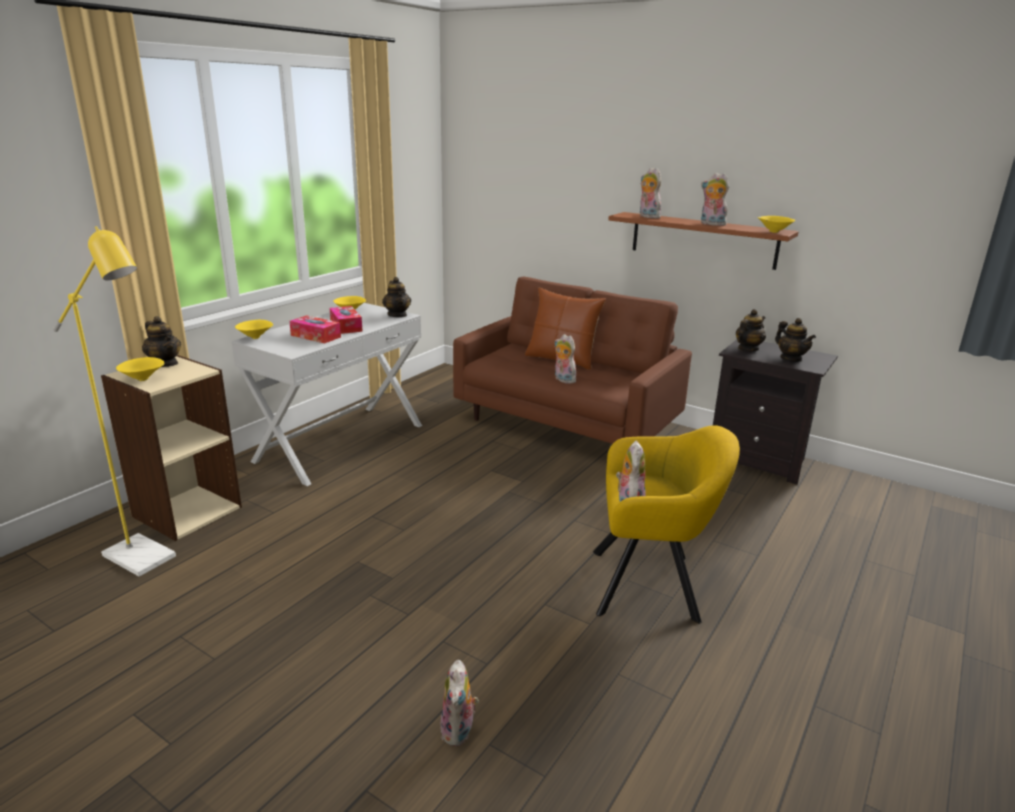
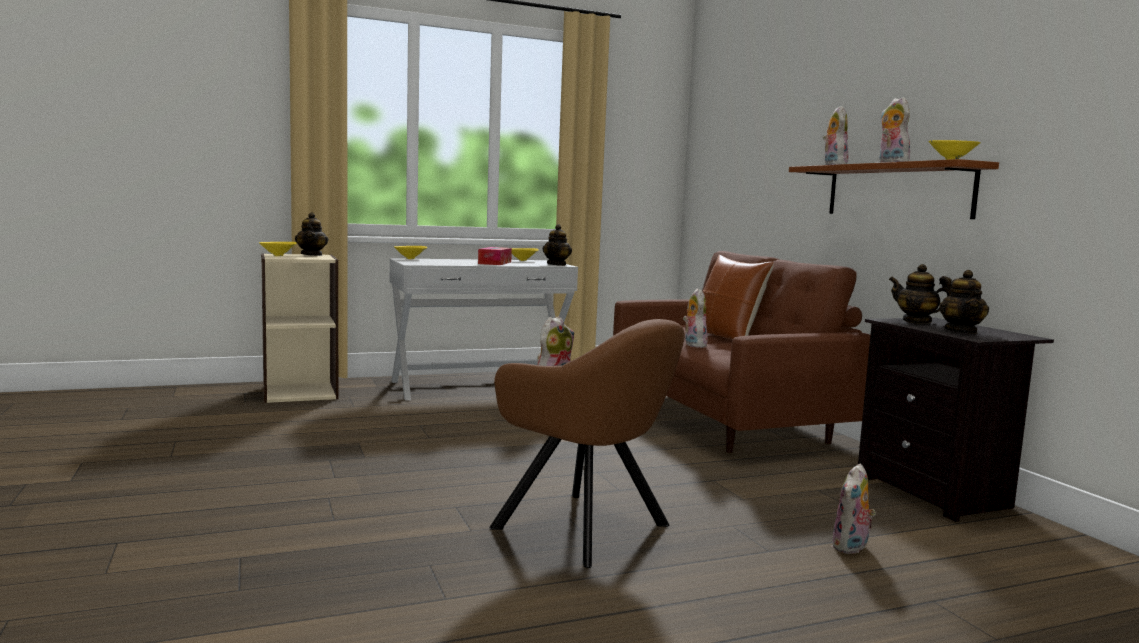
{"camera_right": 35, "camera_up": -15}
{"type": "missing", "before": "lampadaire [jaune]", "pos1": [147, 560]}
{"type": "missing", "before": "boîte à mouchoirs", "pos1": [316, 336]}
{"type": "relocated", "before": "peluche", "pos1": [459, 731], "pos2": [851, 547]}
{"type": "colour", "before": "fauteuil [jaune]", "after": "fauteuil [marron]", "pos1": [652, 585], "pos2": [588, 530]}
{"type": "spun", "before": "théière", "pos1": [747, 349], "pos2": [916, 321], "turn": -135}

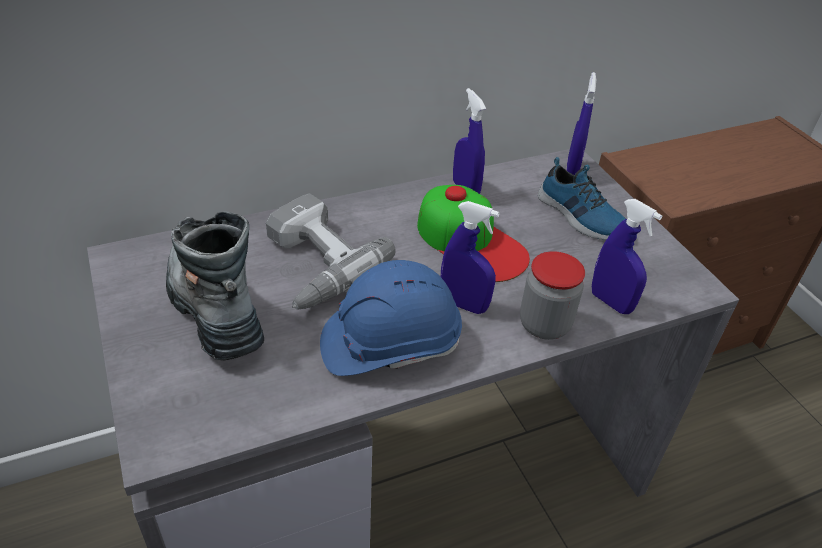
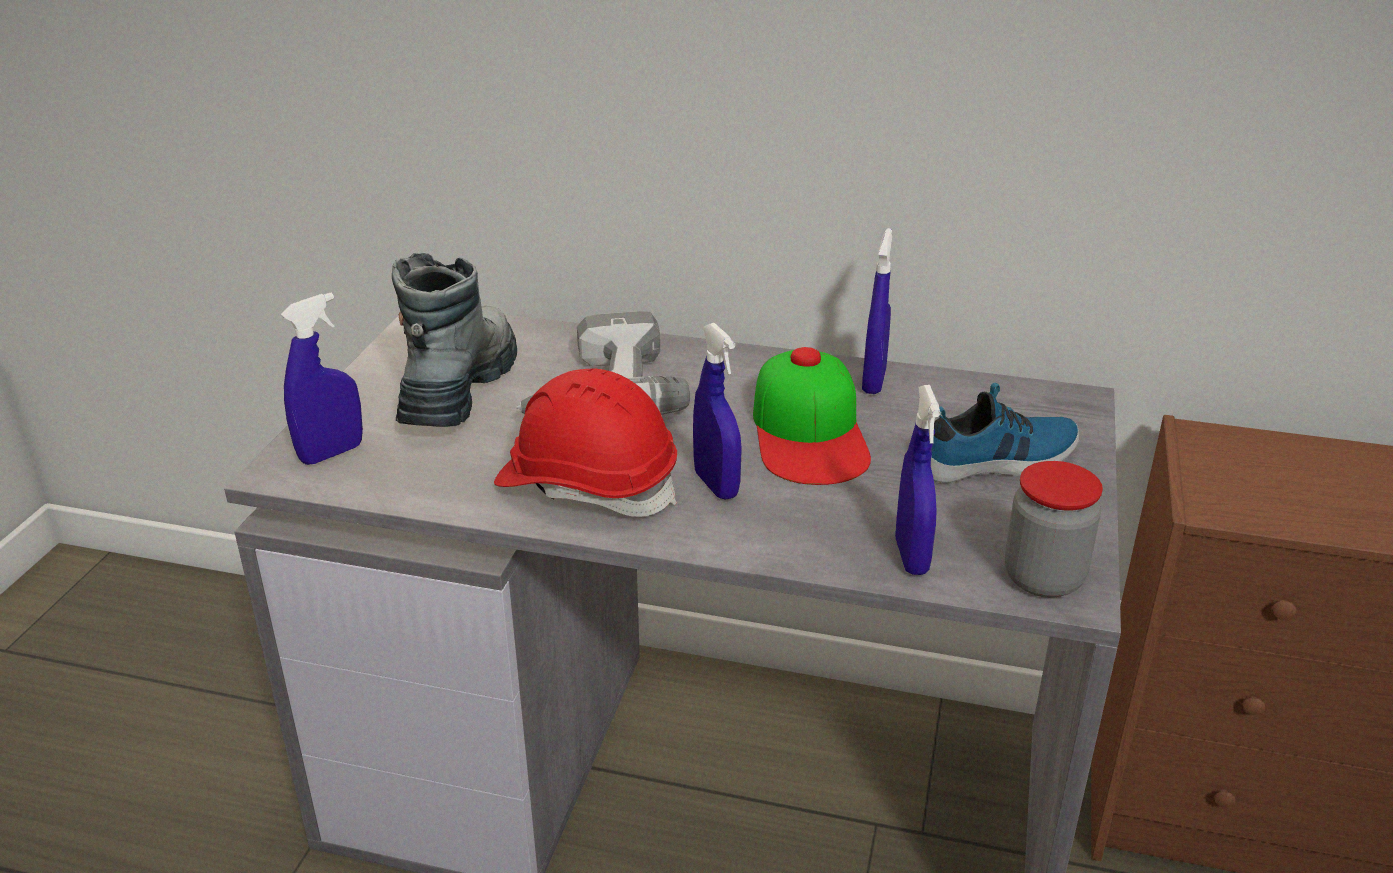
{"camera_right": 40, "camera_up": -10}
{"type": "colour", "before": "casque de chantier [bleu]", "after": "casque de chantier [rouge]", "pos1": [389, 343], "pos2": [587, 485]}
{"type": "relocated", "before": "bocal", "pos1": [544, 325], "pos2": [1043, 578]}
{"type": "spun", "before": "chaussure", "pos1": [581, 217], "pos2": [999, 460], "turn": -105}
{"type": "relocated", "before": "vaporisateur [bleu]", "pos1": [572, 171], "pos2": [331, 453]}

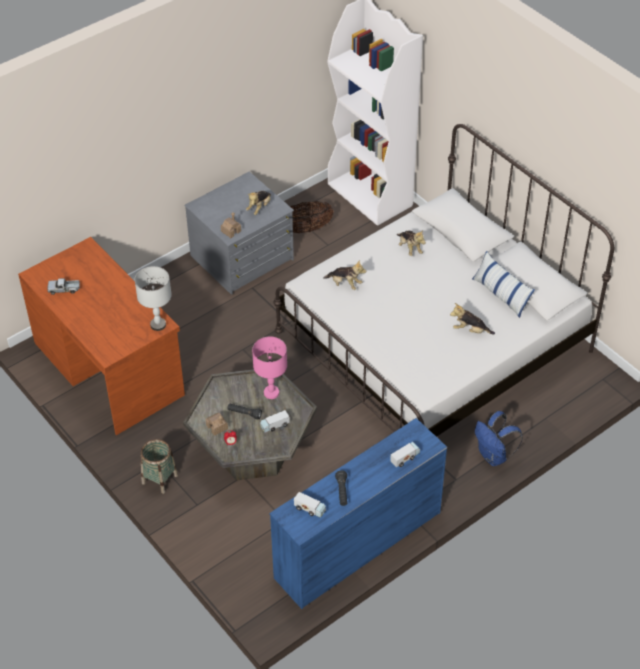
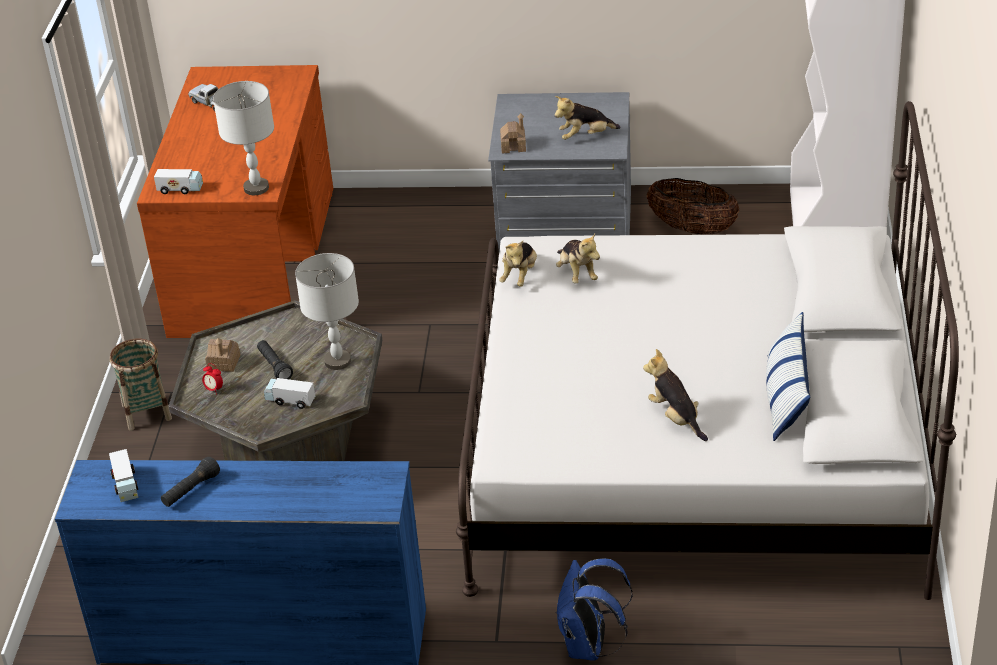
{"camera_right": 45, "camera_up": -10}
{"type": "colour", "before": "lampe de table [rose]", "after": "lampe de table [gris]", "pos1": [271, 393], "pos2": [338, 361]}
{"type": "relocated", "before": "camion jouet", "pos1": [405, 458], "pos2": [180, 189]}
{"type": "relocated", "before": "peluche", "pos1": [409, 248], "pos2": [520, 276]}

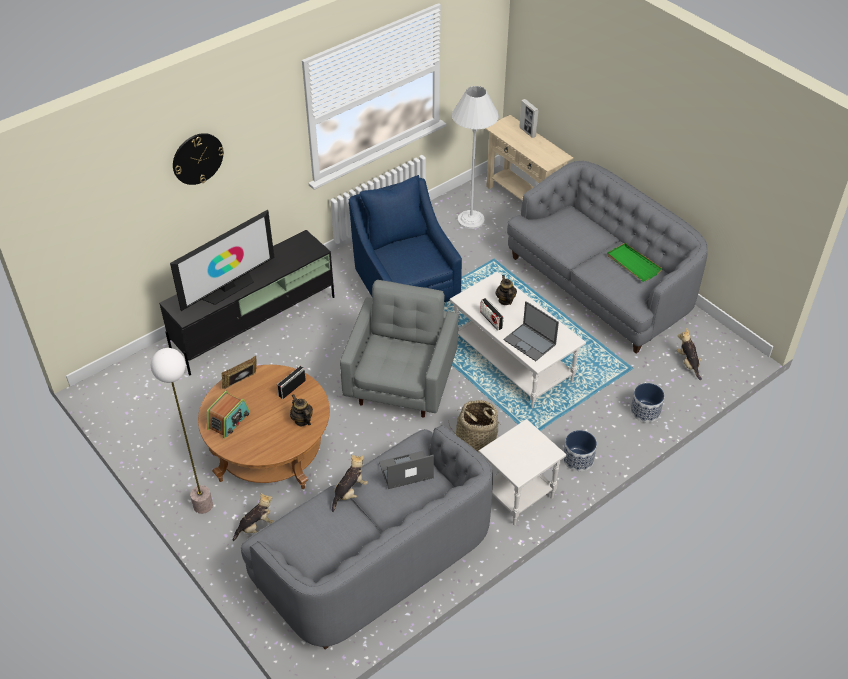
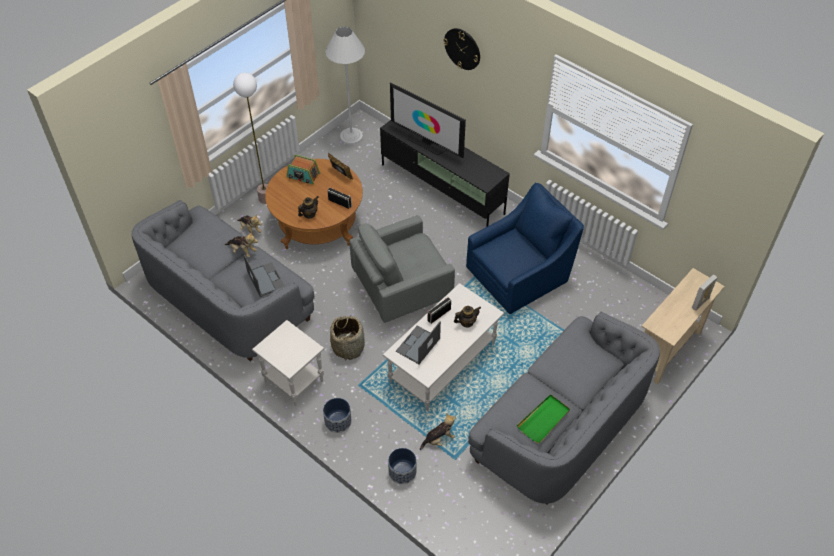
{"camera_right": 80, "camera_up": 5}
{"type": "spun", "before": "fauteuil [gris]", "pos1": [402, 382], "pos2": [401, 290], "turn": 150}
{"type": "relocated", "before": "lampadaire [blanc]", "pos1": [471, 220], "pos2": [351, 136]}
{"type": "relocated", "before": "peluche", "pos1": [688, 363], "pos2": [439, 439]}

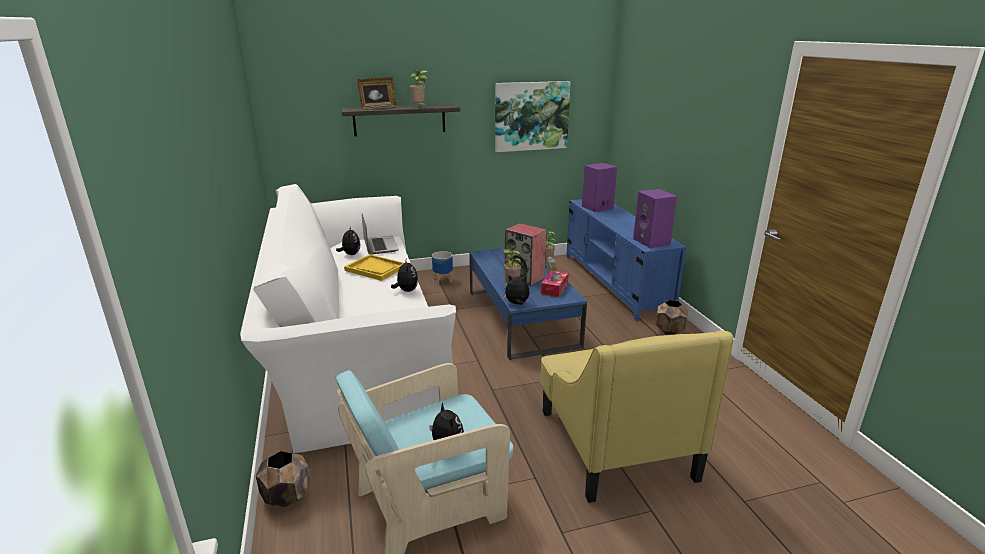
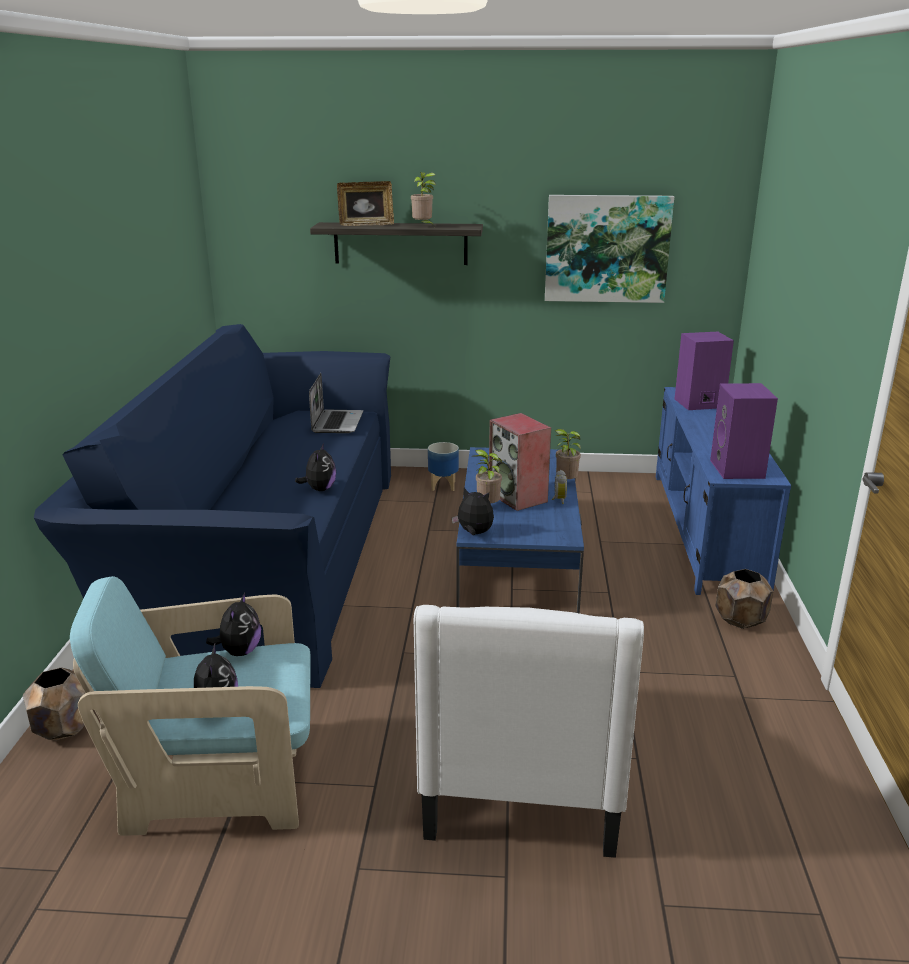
{"camera_right": 20, "camera_up": 0}
{"type": "colour", "before": "canapé [blanc]", "after": "canapé [bleu]", "pos1": [351, 346], "pos2": [261, 557]}
{"type": "relocated", "before": "peluche", "pos1": [350, 254], "pos2": [239, 651]}
{"type": "missing", "before": "plateau [jaune]", "pos1": [375, 269]}
{"type": "colour", "before": "fauteuil [jaune]", "after": "fauteuil [blanc]", "pos1": [614, 443], "pos2": [523, 768]}
{"type": "missing", "before": "boîte à mouchoirs", "pos1": [554, 288]}

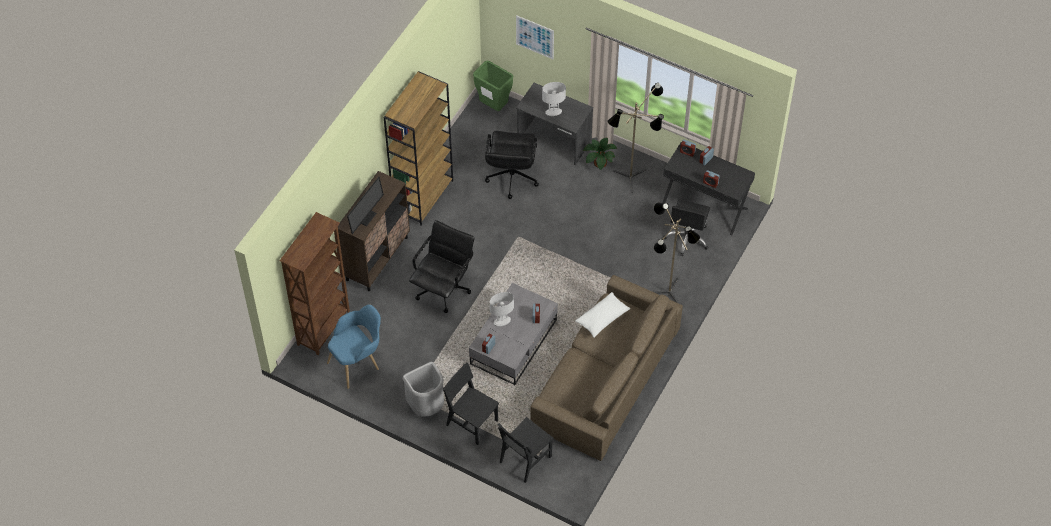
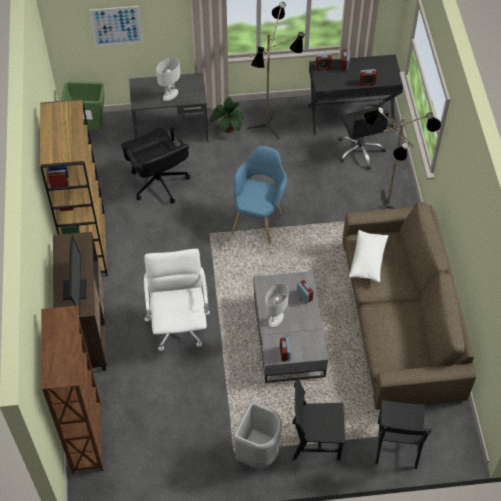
{"camera_right": -35, "camera_up": 0}
{"type": "relocated", "before": "fauteuil [bleu]", "pos1": [358, 362], "pos2": [259, 218]}
{"type": "colour", "before": "chaise de bureau [noir]", "after": "chaise de bureau [blanc]", "pos1": [443, 289], "pos2": [179, 324]}

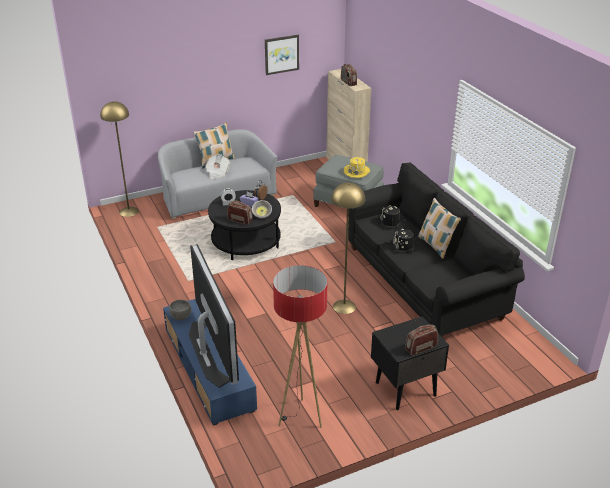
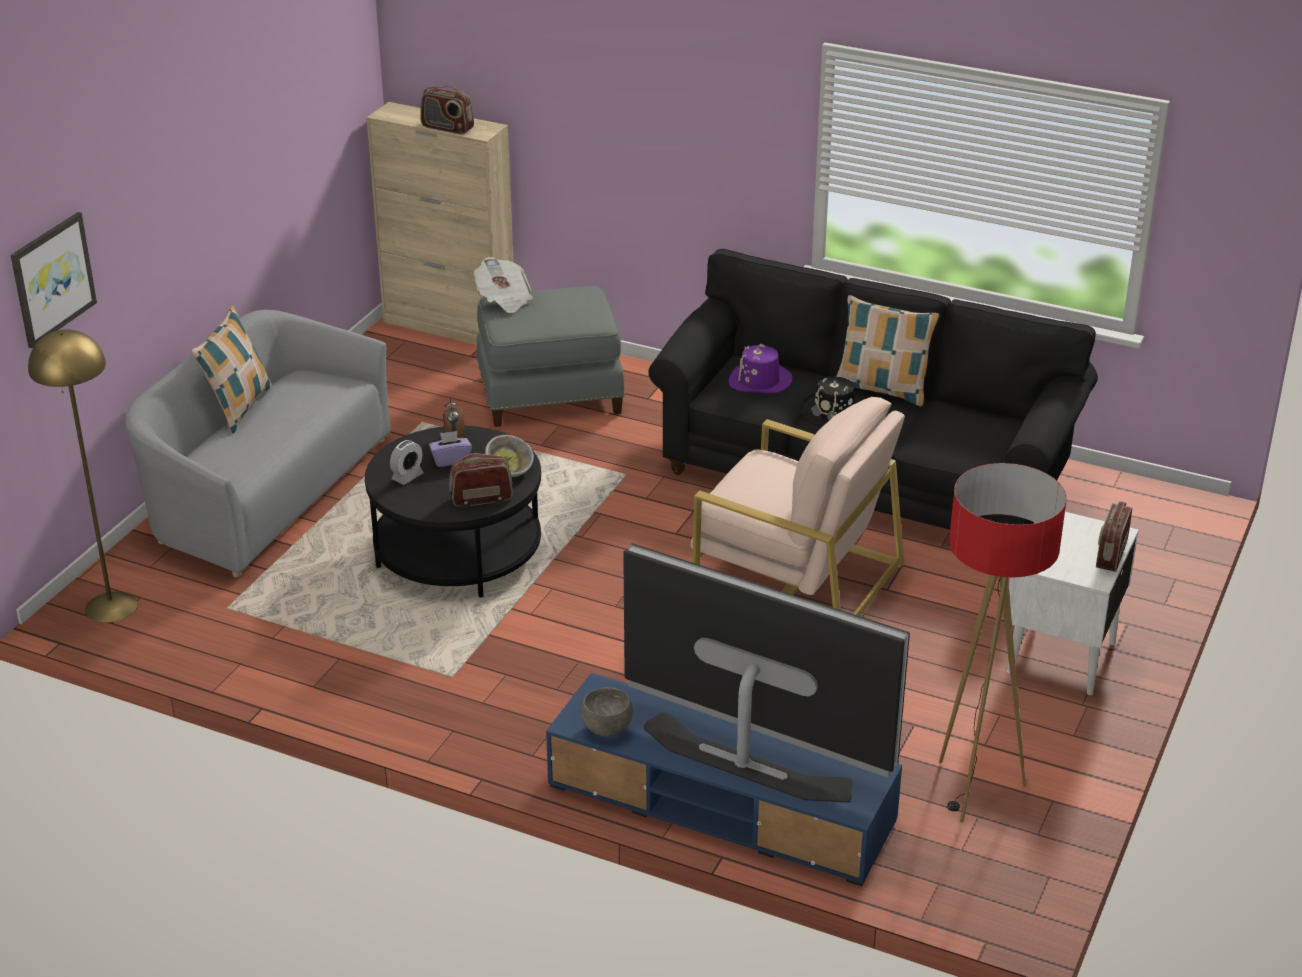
{"camera_right": -40, "camera_up": 0}
{"type": "relocated", "before": "journal", "pos1": [217, 173], "pos2": [504, 299]}
{"type": "relocated", "before": "tableau", "pos1": [281, 54], "pos2": [52, 279]}
{"type": "exchanged", "before": "lampadaire [jaune]", "after": "fauteuil [beige]", "pos1": [344, 306], "pos2": [796, 579]}
{"type": "missing", "before": "chapeau [jaune]", "pos1": [357, 172]}
{"type": "colour", "before": "table de chevet [noir]", "after": "table de chevet [blanc]", "pos1": [404, 389], "pos2": [1060, 658]}
{"type": "colour", "before": "chapeau [noir]", "after": "chapeau [violet]", "pos1": [390, 222], "pos2": [759, 381]}

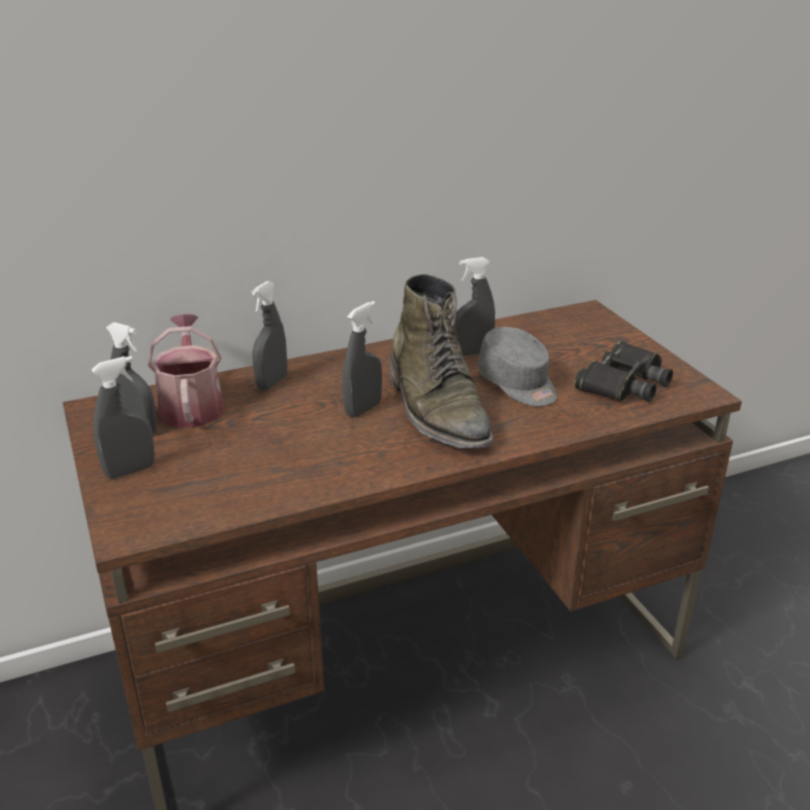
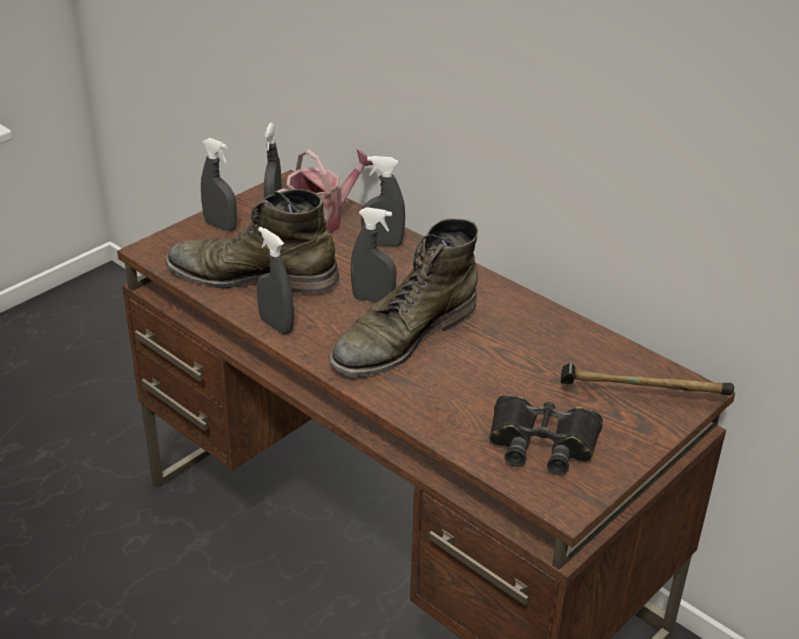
{"camera_right": 65, "camera_up": 5}
{"type": "relocated", "before": "vaporisateur [gris]", "pos1": [472, 353], "pos2": [276, 325]}
{"type": "missing", "before": "casquette [gris]", "pos1": [518, 384]}
{"type": "appeared", "after": "botte [vert]", "pos2": [252, 275]}
{"type": "appeared", "after": "marteau", "pos2": [637, 396]}

